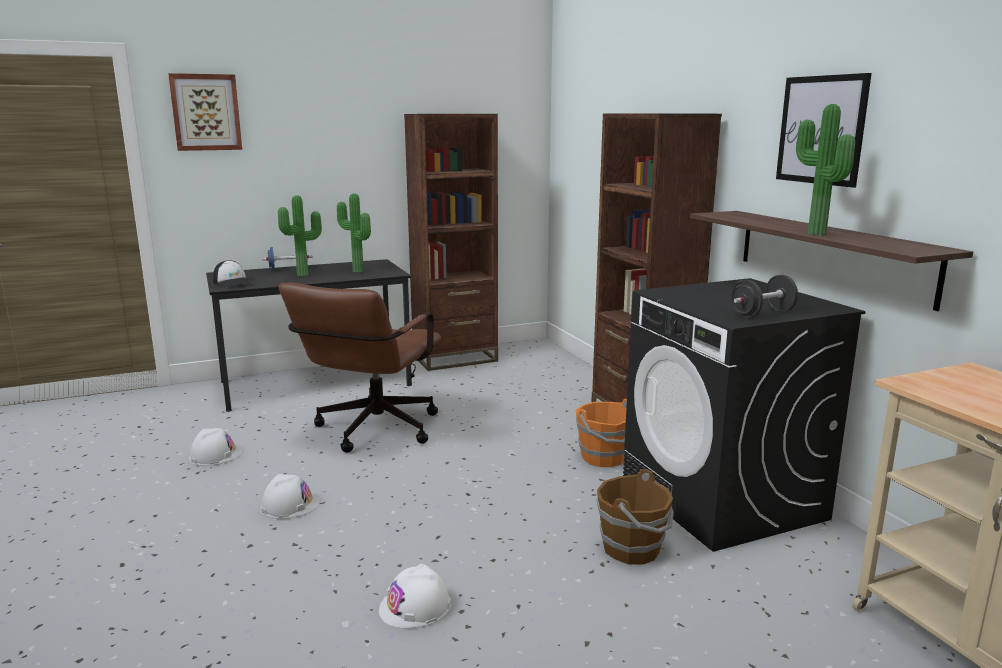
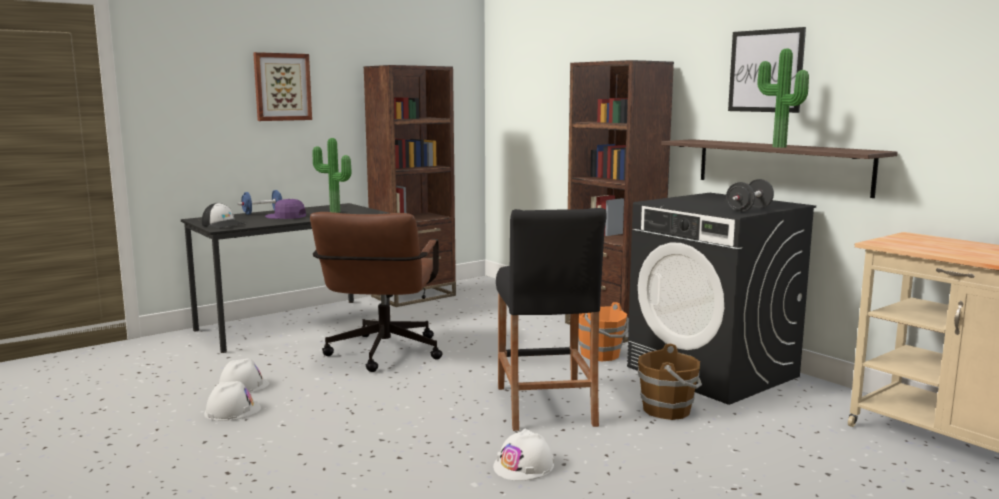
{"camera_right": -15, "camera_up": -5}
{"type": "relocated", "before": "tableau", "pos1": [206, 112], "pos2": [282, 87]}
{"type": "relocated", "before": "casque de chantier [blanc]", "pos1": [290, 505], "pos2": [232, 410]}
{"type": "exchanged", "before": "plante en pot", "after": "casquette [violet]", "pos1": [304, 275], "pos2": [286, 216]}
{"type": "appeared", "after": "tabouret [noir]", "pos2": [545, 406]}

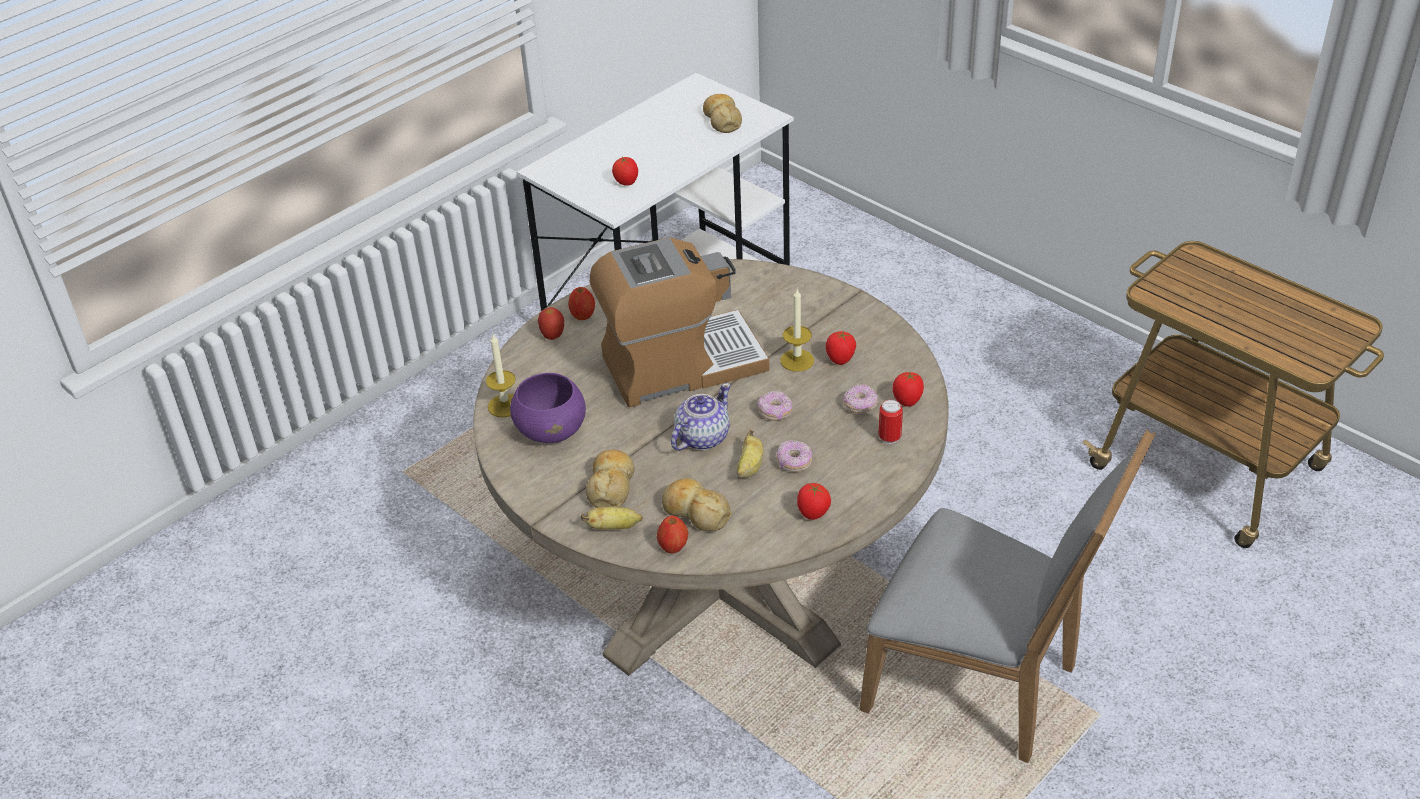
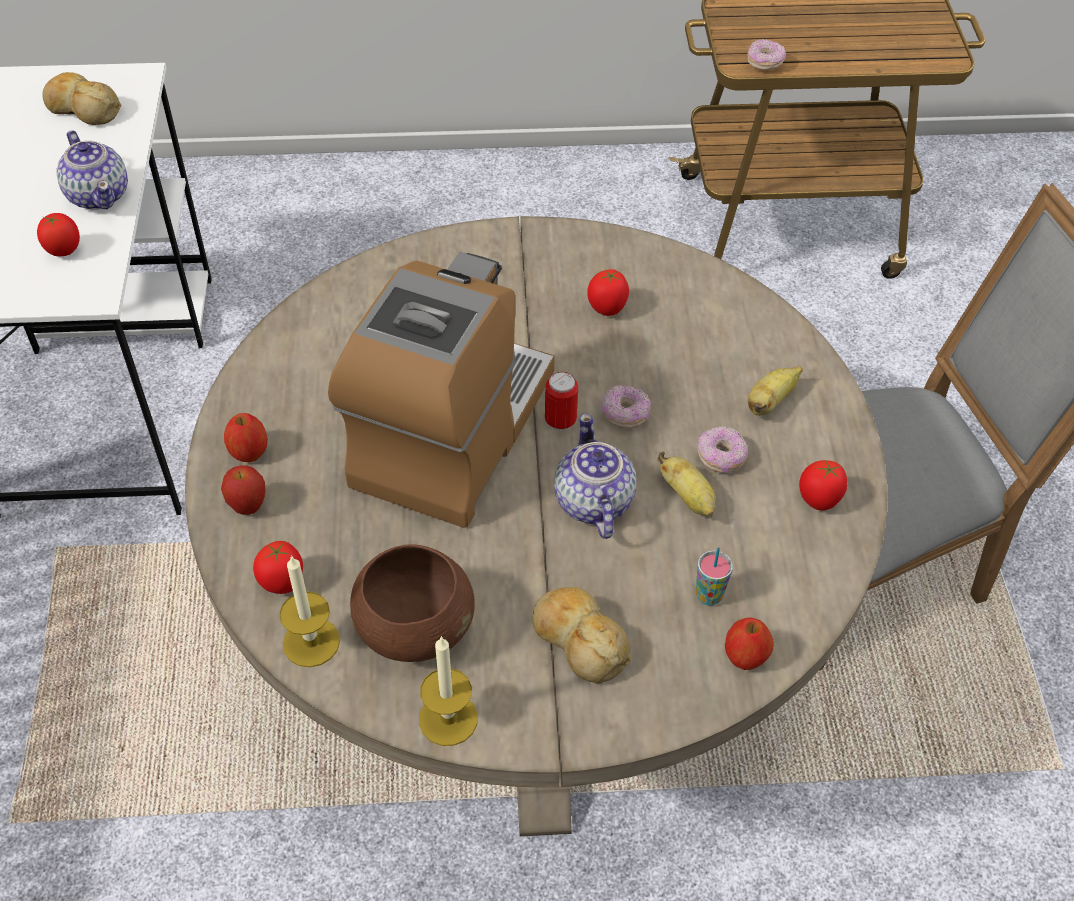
{"camera_right": -50, "camera_up": 10}
{"type": "colour", "before": "bol [violet]", "after": "bol [marron]", "pos1": [552, 430], "pos2": [414, 627]}
{"type": "relocated", "before": "banane", "pos1": [614, 527], "pos2": [770, 401]}
{"type": "exchanged", "before": "pain", "after": "tasse", "pos1": [695, 512], "pos2": [709, 595]}
{"type": "relocated", "before": "bougie", "pos1": [797, 360], "pos2": [448, 719]}
{"type": "relocated", "before": "beignet", "pos1": [860, 405], "pos2": [764, 62]}
{"type": "relocated", "before": "boîte métallique", "pos1": [889, 437], "pos2": [560, 421]}
{"type": "relocated", "before": "tomate", "pos1": [907, 402], "pos2": [283, 583]}
{"type": "appeared", "after": "théière", "pos2": [99, 194]}

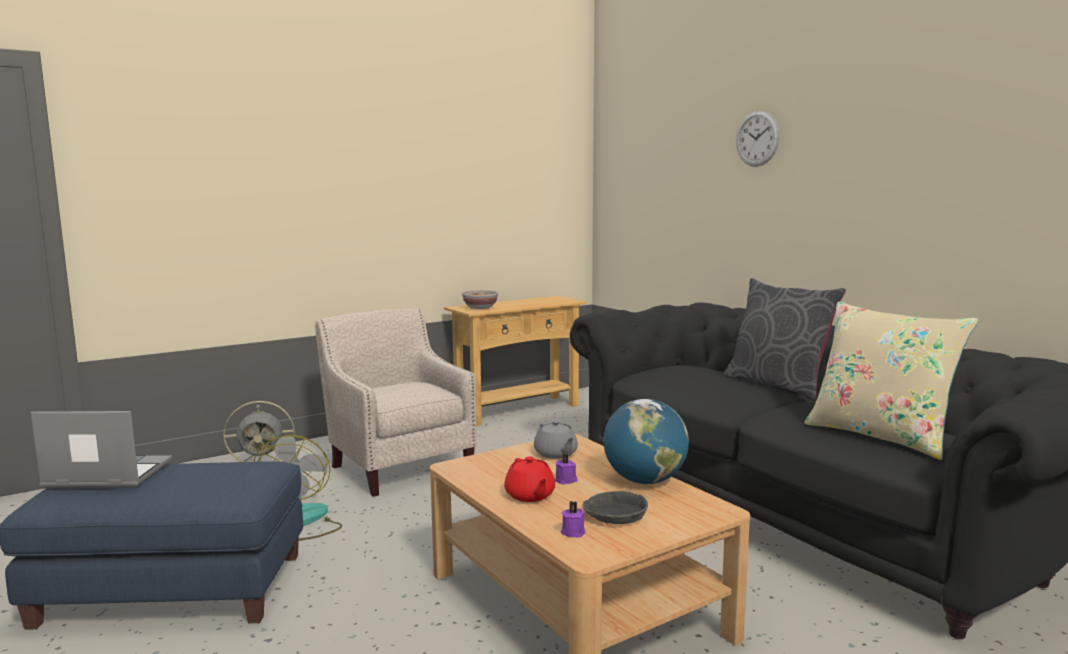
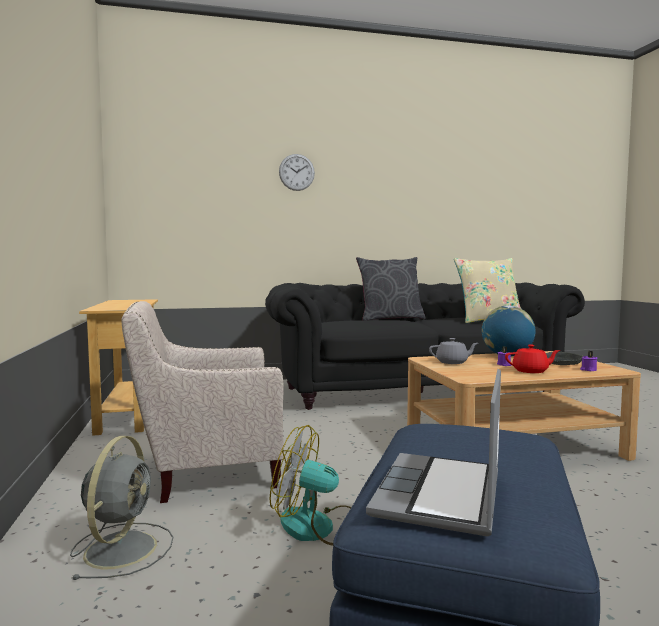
{"camera_right": -70, "camera_up": -5}
{"type": "missing", "before": "bol", "pos1": [480, 308]}

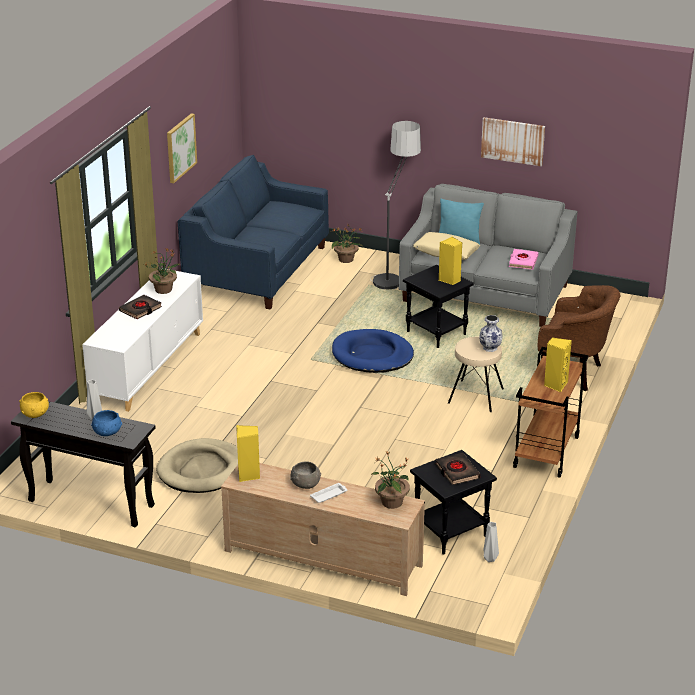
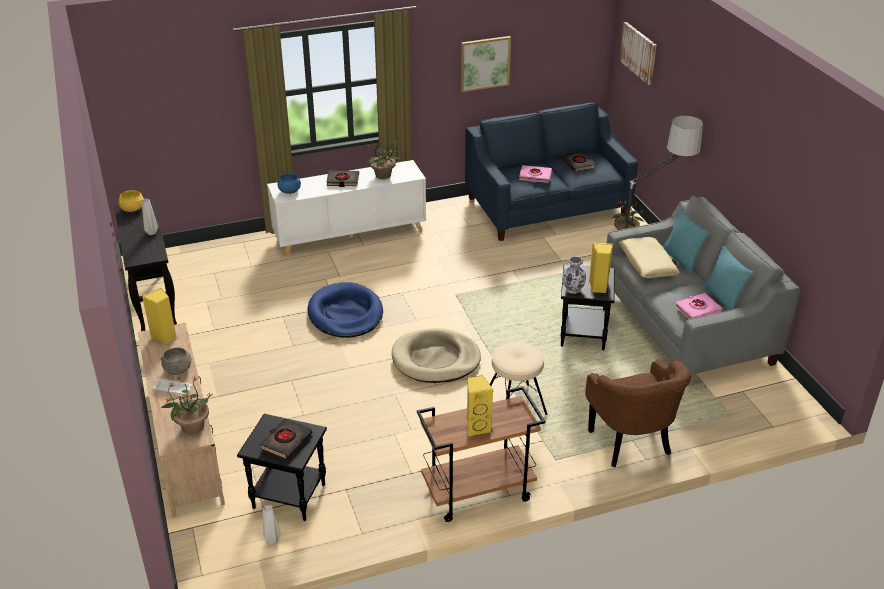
{"camera_right": 50, "camera_up": 5}
{"type": "relocated", "before": "bol [bleu]", "pos1": [108, 432], "pos2": [289, 191]}
{"type": "relocated", "before": "panier pour chien [beige]", "pos1": [202, 470], "pos2": [436, 359]}
{"type": "relocated", "before": "panier pour chien [bleu]", "pos1": [372, 355], "pos2": [345, 314]}
{"type": "relocated", "before": "vase", "pos1": [490, 348], "pos2": [572, 289]}
{"type": "relocated", "before": "tableau", "pos1": [513, 141], "pos2": [638, 52]}
{"type": "appeared", "after": "livre [rose]", "pos2": [535, 176]}
{"type": "appeared", "after": "livre [noir]", "pos2": [578, 163]}
{"type": "appeared", "after": "coussin [turquoise]", "pos2": [722, 299]}

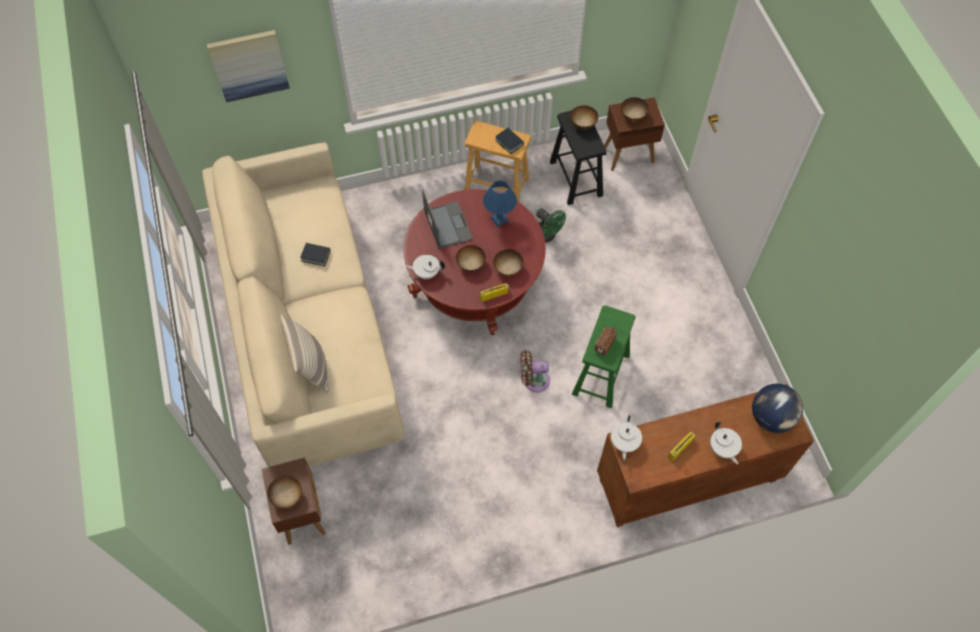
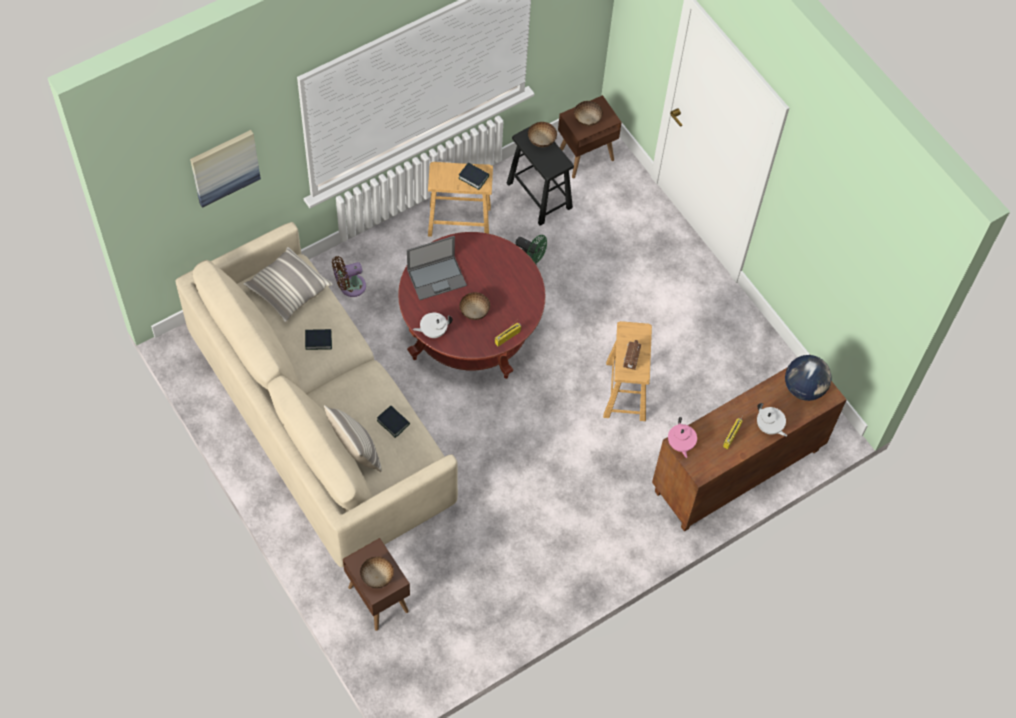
{"camera_right": -20, "camera_up": 0}
{"type": "spun", "before": "ordinateur portable", "pos1": [447, 225], "pos2": [437, 277], "turn": 105}
{"type": "missing", "before": "lampe de table [bleu]", "pos1": [500, 219]}
{"type": "missing", "before": "bol", "pos1": [507, 268]}
{"type": "relocated", "before": "ventilateur [marron]", "pos1": [533, 380], "pos2": [350, 286]}
{"type": "colour", "before": "tabouret [vert]", "after": "tabouret [marron]", "pos1": [601, 374], "pos2": [626, 391]}
{"type": "colour", "before": "théière [blanc]", "after": "théière [rose]", "pos1": [624, 443], "pos2": [680, 444]}
{"type": "appeared", "after": "coussin", "pos2": [288, 290]}
{"type": "appeared", "after": "livre", "pos2": [393, 422]}

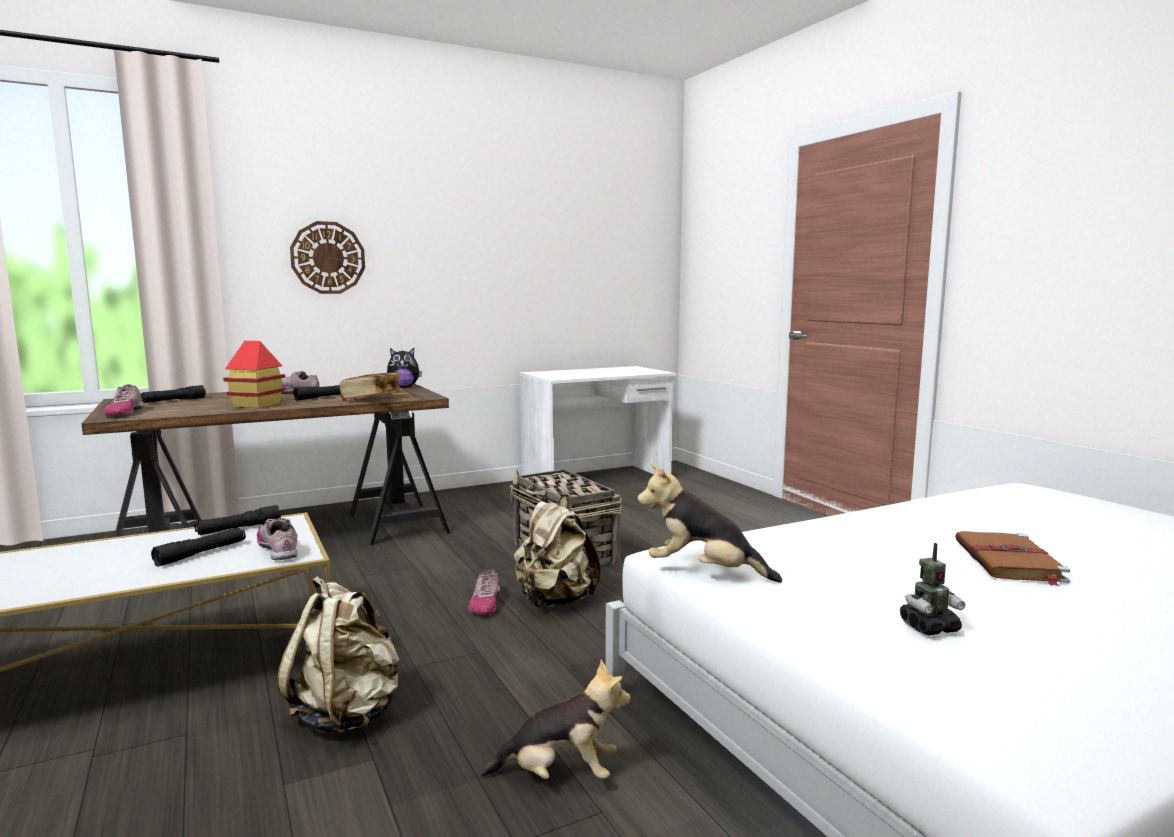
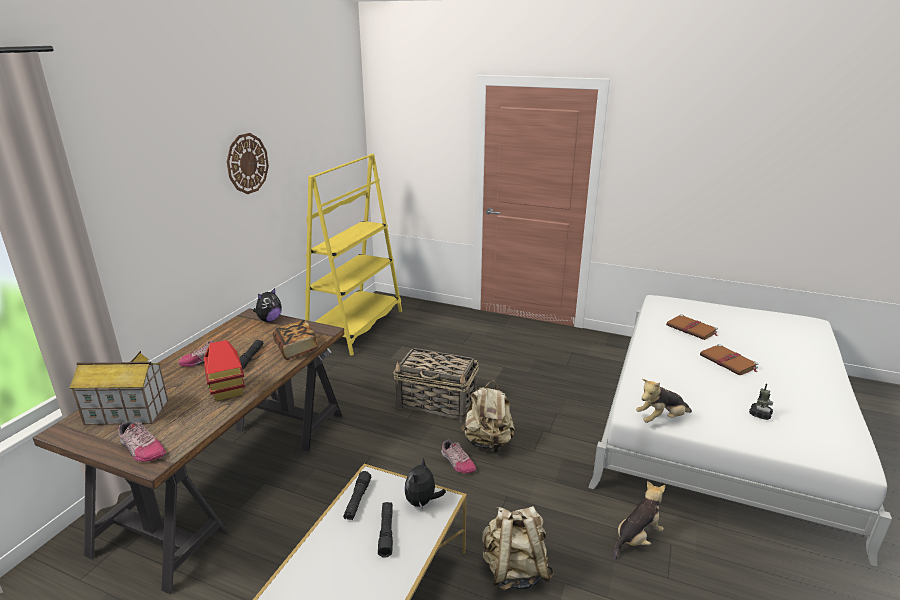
{"camera_right": -40, "camera_up": 15}
{"type": "exchanged", "before": "lampe de poche [noir]", "after": "maison miniature", "pos1": [173, 401], "pos2": [126, 412]}
{"type": "exchanged", "before": "chaussure", "after": "peluche", "pos1": [279, 549], "pos2": [422, 502]}
{"type": "relocated", "before": "horloge murale", "pos1": [328, 258], "pos2": [247, 163]}
{"type": "exchanged", "before": "bureau [blanc]", "after": "bibliothèque [jaune]", "pos1": [597, 480], "pos2": [356, 328]}
{"type": "appeared", "after": "livre [marron]", "pos2": [692, 329]}

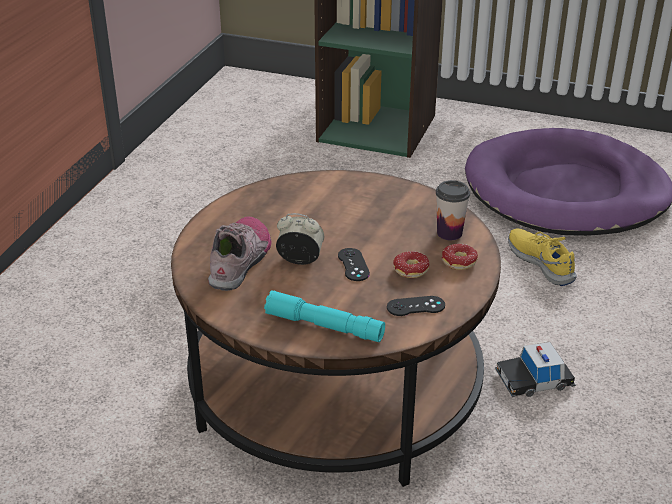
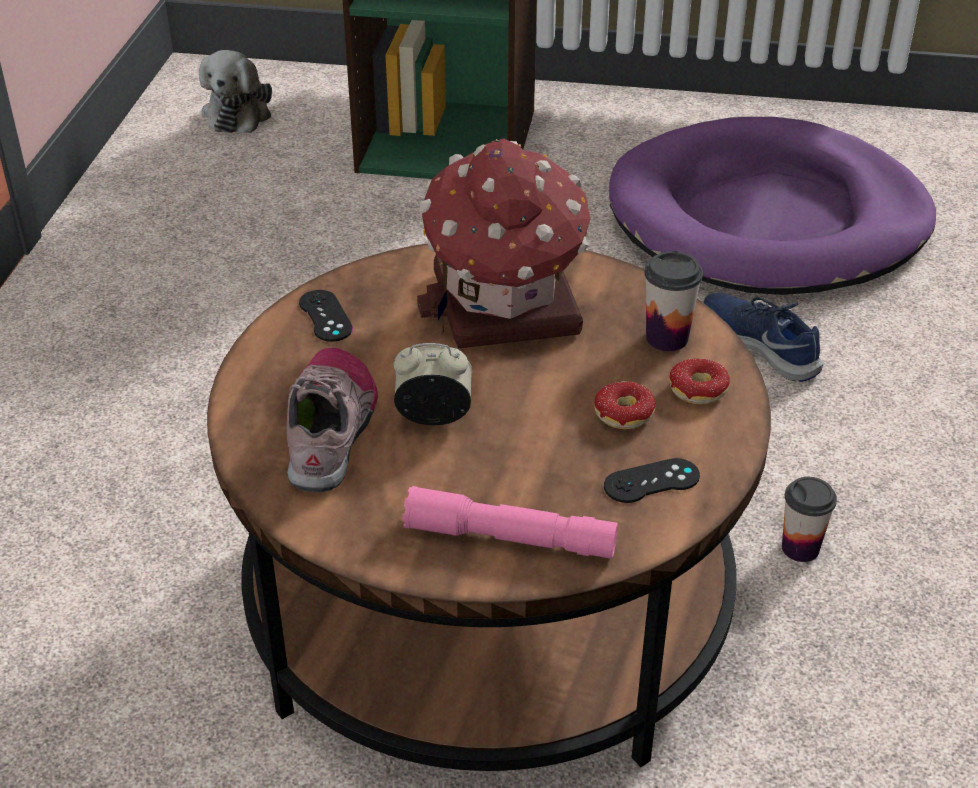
{"camera_right": -10, "camera_up": 5}
{"type": "colour", "before": "lampe de poche [turquoise]", "after": "lampe de poche [rose]", "pos1": [324, 326], "pos2": [510, 538]}
{"type": "relocated", "before": "manette [noir]", "pos1": [353, 265], "pos2": [325, 316]}
{"type": "exchanged", "before": "petite voiture", "after": "tasse", "pos1": [534, 379], "pos2": [800, 548]}
{"type": "colour", "before": "chaussure [jaune]", "after": "chaussure [bleu]", "pos1": [541, 262], "pos2": [761, 344]}
{"type": "appeared", "after": "peluche", "pos2": [239, 112]}
{"type": "appeared", "after": "maison miniature", "pos2": [505, 306]}

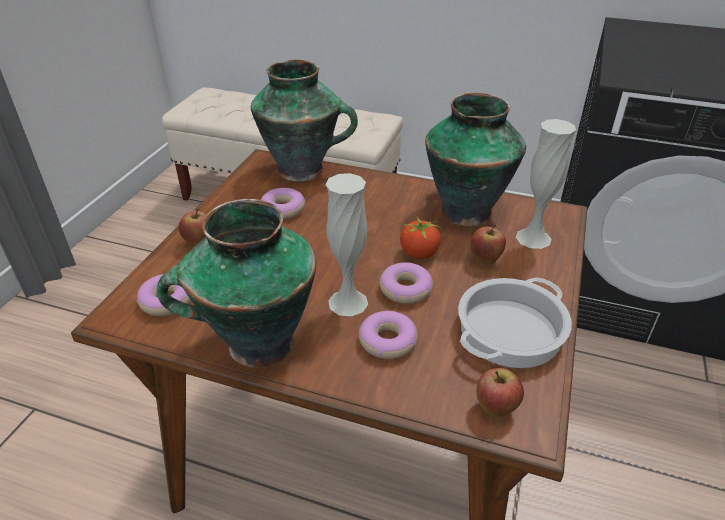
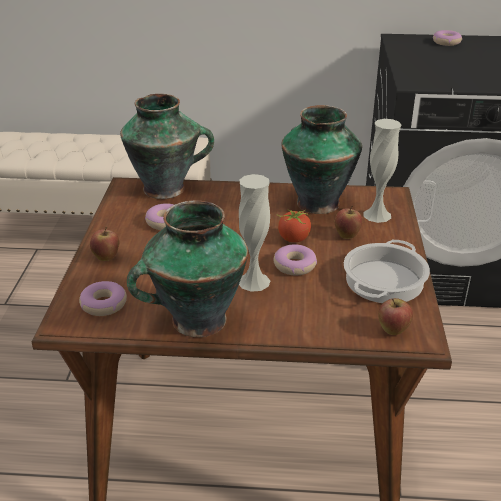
{"camera_right": -15, "camera_up": -5}
{"type": "relocated", "before": "beignet", "pos1": [387, 341], "pos2": [446, 42]}

